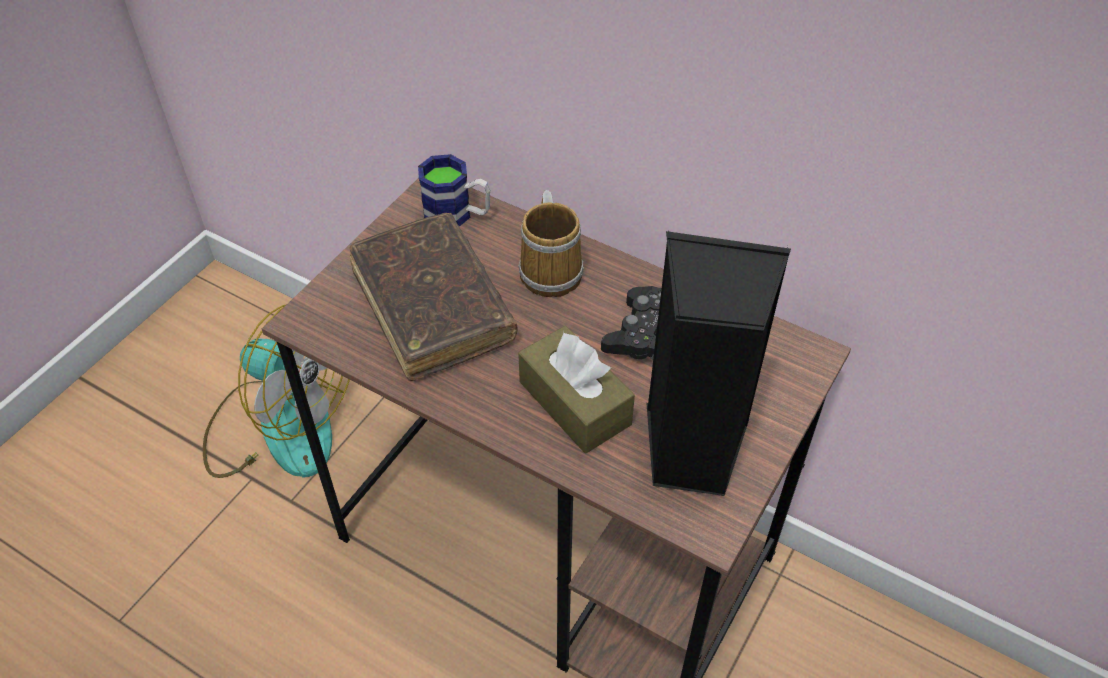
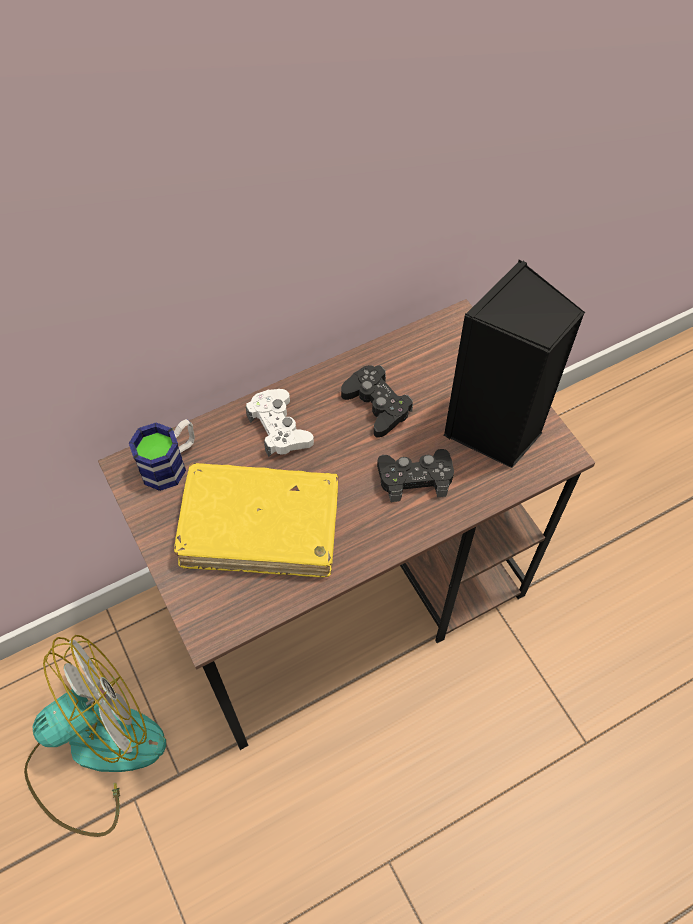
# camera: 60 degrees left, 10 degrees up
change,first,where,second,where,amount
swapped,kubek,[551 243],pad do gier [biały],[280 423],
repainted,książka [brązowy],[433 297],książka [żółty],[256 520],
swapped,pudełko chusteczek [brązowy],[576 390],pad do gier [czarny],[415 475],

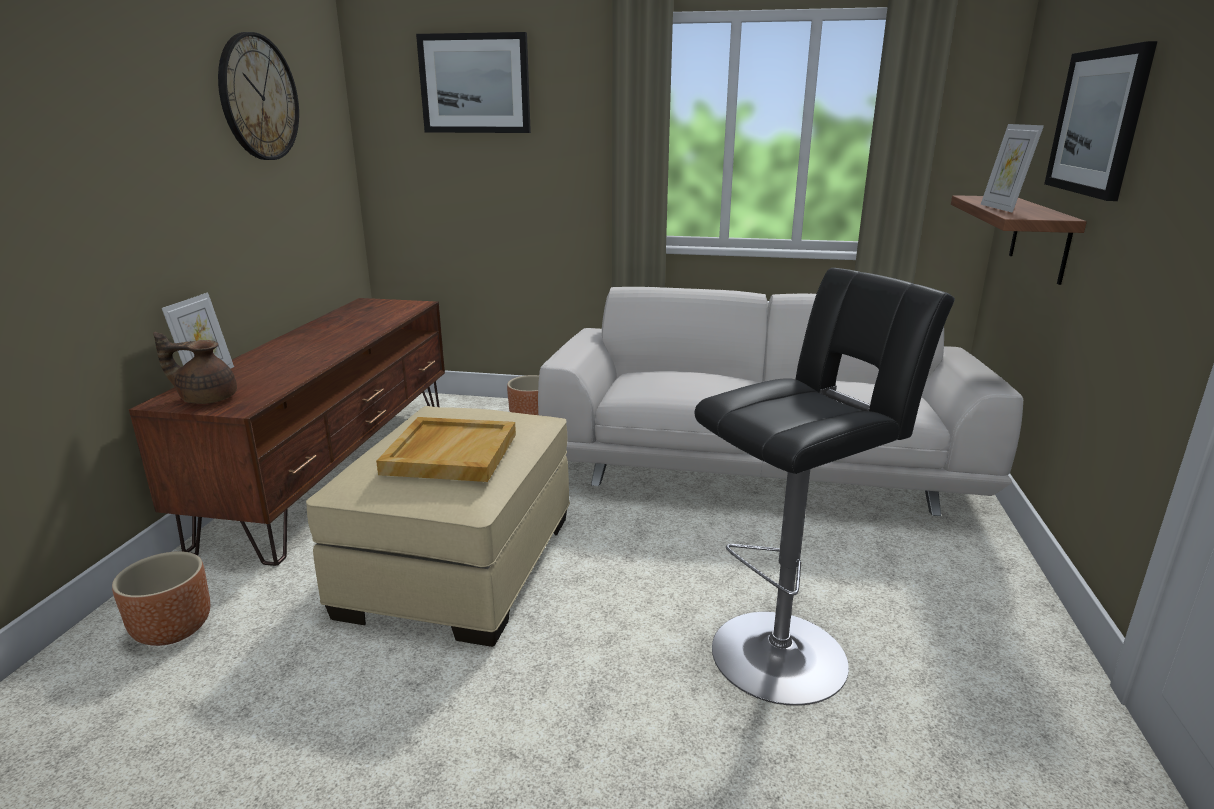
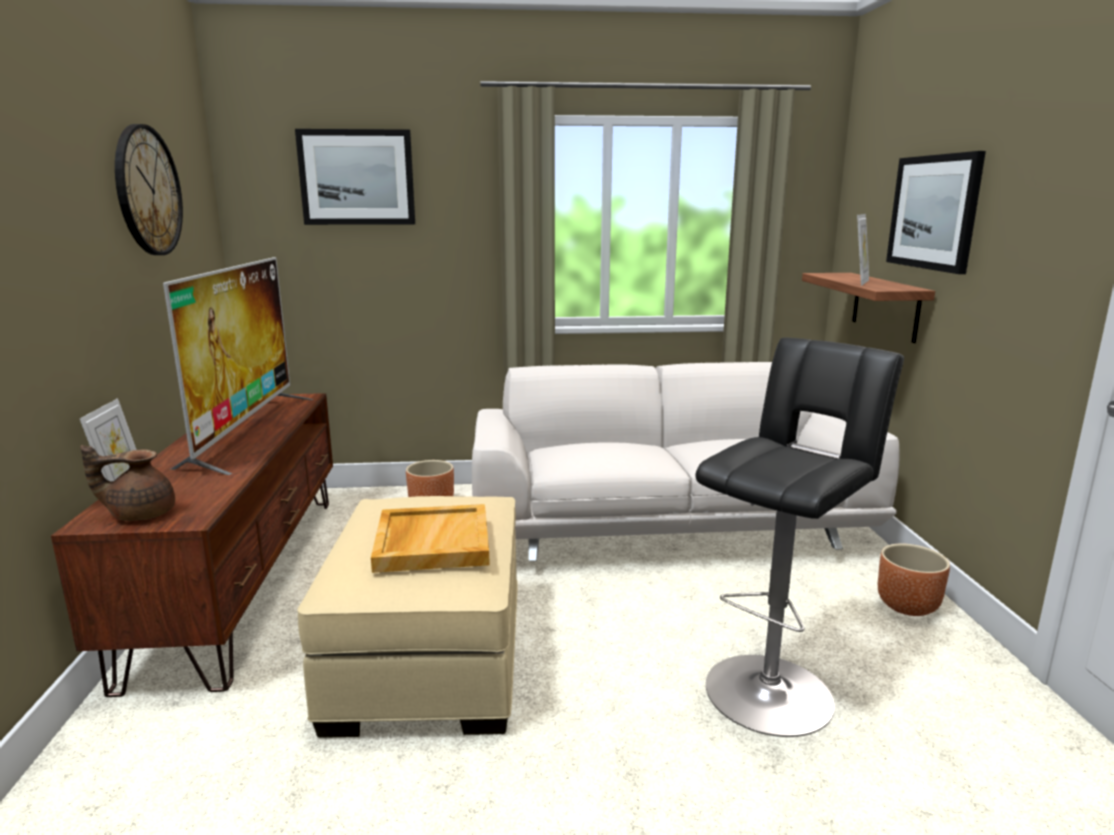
# camera: 15 degrees left, 5 degrees down
change,first,where,second,where,amount
rotated,ramka na zdjęcie,[1012 168],,[863 250],135 degrees counterclockwise
shifted,donica [brązowy],[161 598],,[914 580],
new,,,telewizor,[238 366],

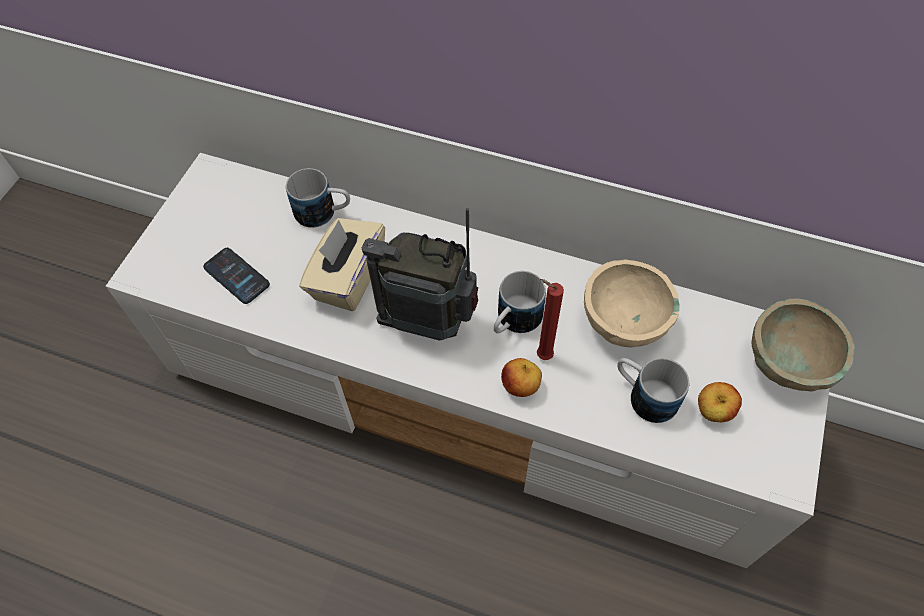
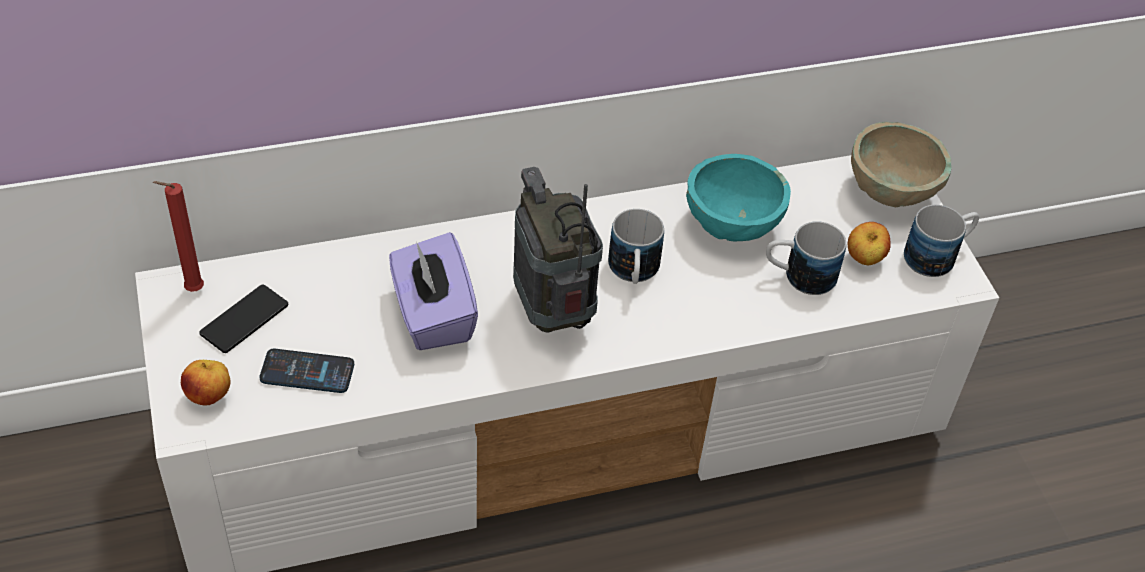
# camera: 40 degrees left, 10 degrees down
change,first,where,second,where,amount
shifted,kubek,[318 198],,[941 241],
rotated,radio,[420 274],,[558 250],90 degrees clockwise
repainted,pudełko chusteczek [beżowy],[342 264],pudełko chusteczek [fioletowy],[433 291],
repainted,miska [beżowy],[632 303],miska [turkusowy],[738 197],
shifted,świeca [czerwony],[550 319],,[178 236],
shifted,jabłko,[521 377],,[205 383],
new,,,telefon,[243 319],

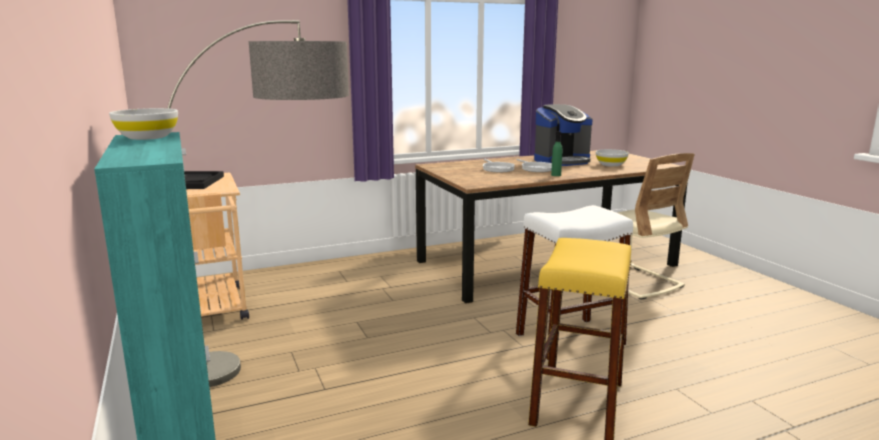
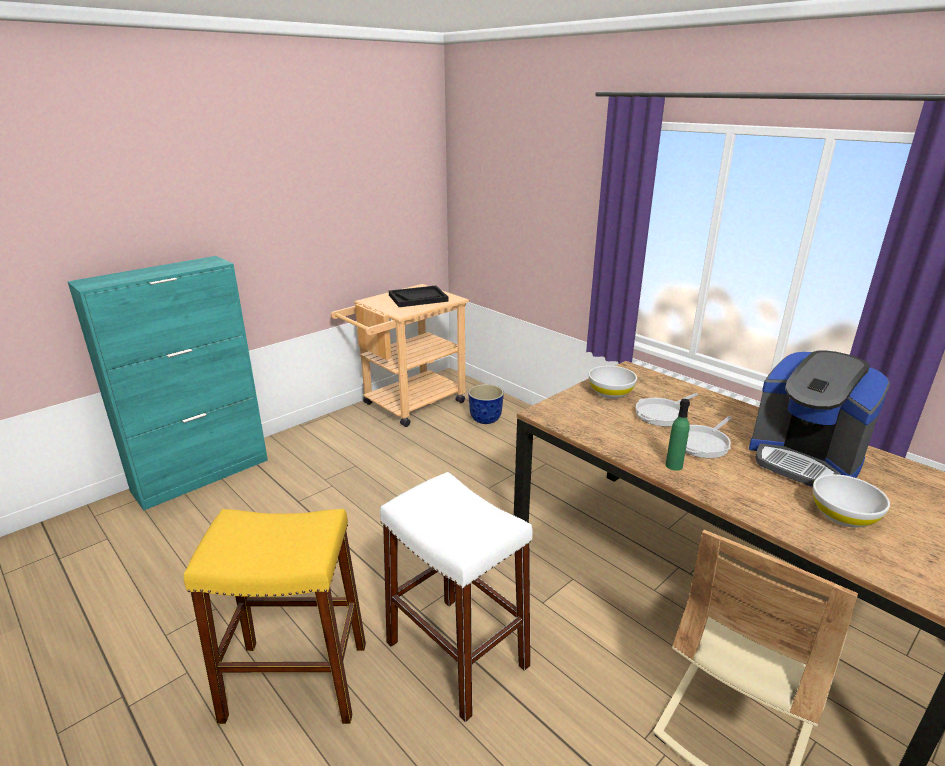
# camera: 70 degrees right, 10 degrees up
change,first,where,second,where,amount
gone,lampa stojąca,[258 203],,,
shifted,miska [biały],[143 124],,[613 382],
new,,,donica,[486 404],

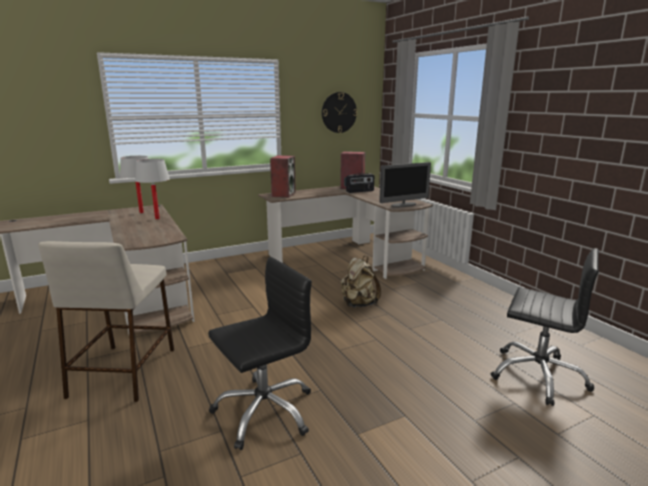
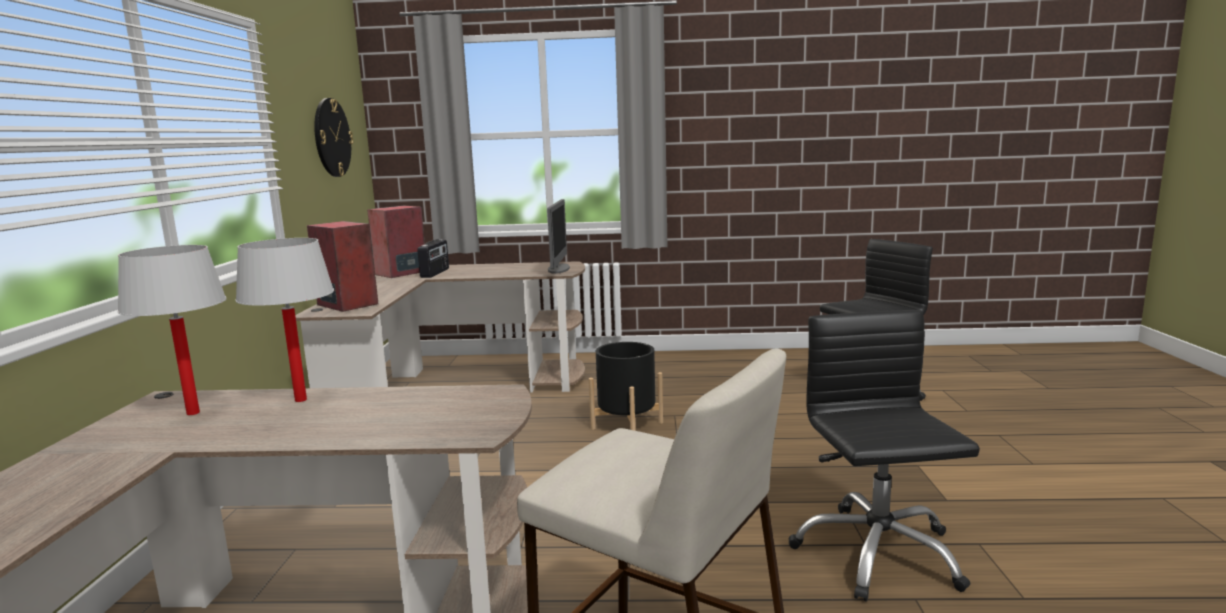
# camera: 60 degrees left, 5 degrees down
change,first,where,second,where,amount
swapped,plecak [beżowy],[361 282],donica [czarny],[626 386],

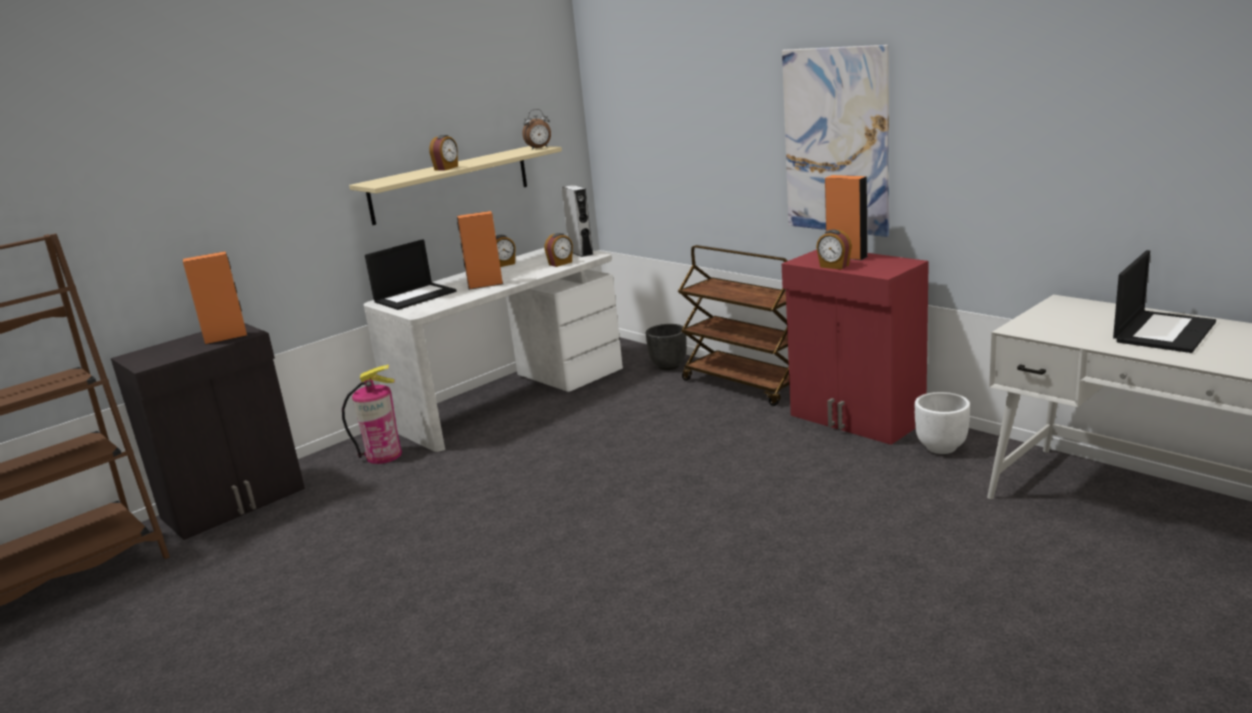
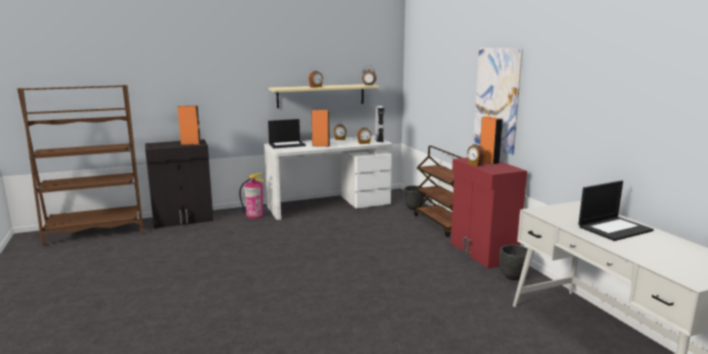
# camera: 20 degrees right, 5 degrees down
change,first,where,second,where,amount
repainted,donica [biały],[942 423],donica [czarny],[514 262],

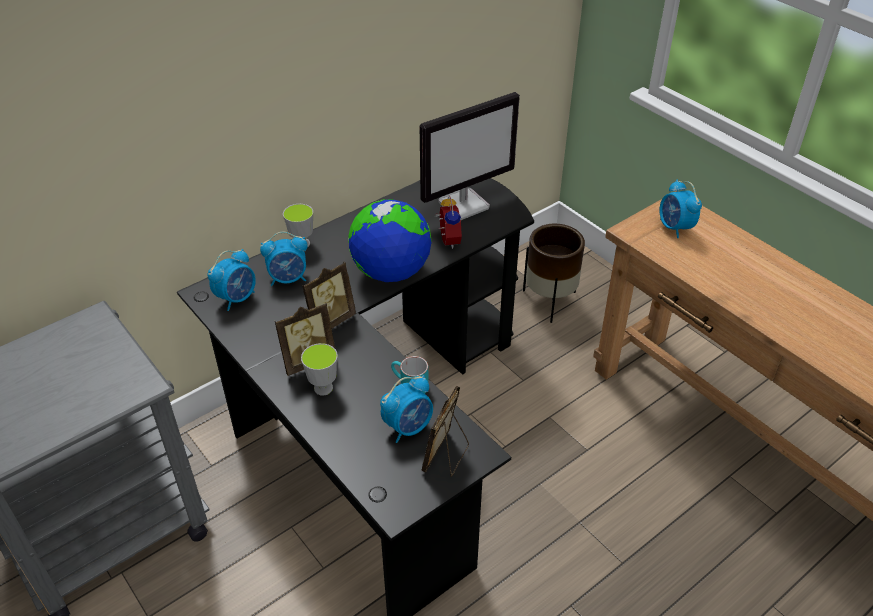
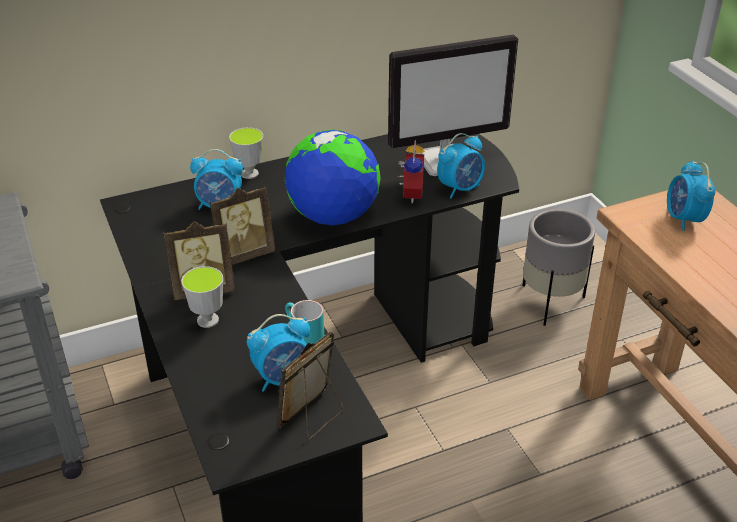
# camera: 15 degrees right, 5 degrees down
change,first,where,second,where,amount
repainted,donica [brązowy],[554 273],donica [szary],[559 267],
shifted,budzik,[232 280],,[461 166],

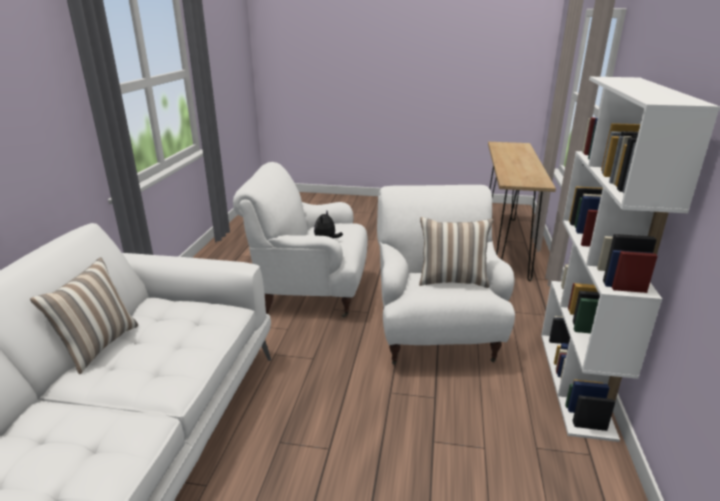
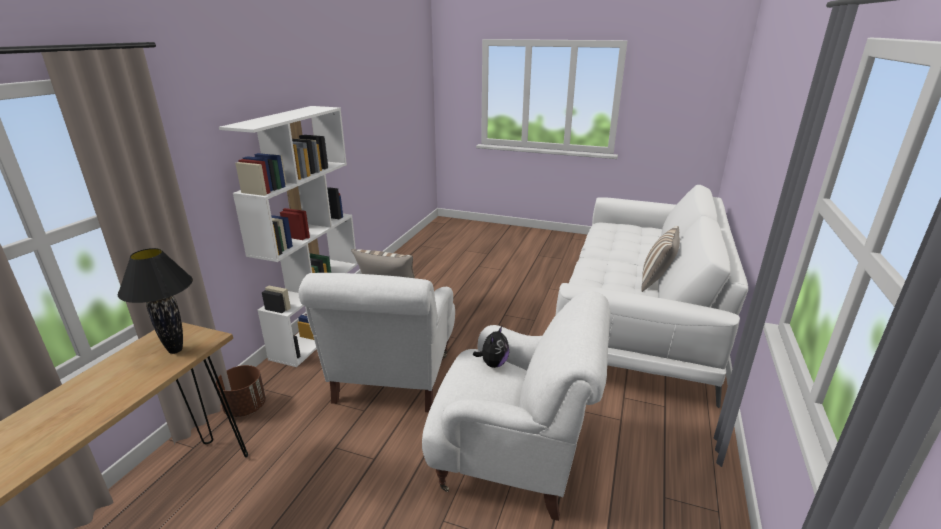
# camera: 170 degrees left, 0 degrees up
change,first,where,second,where,amount
new,,,lampa stołowa [czarny],[155 301],
new,,,donica [brązowy],[241 391],

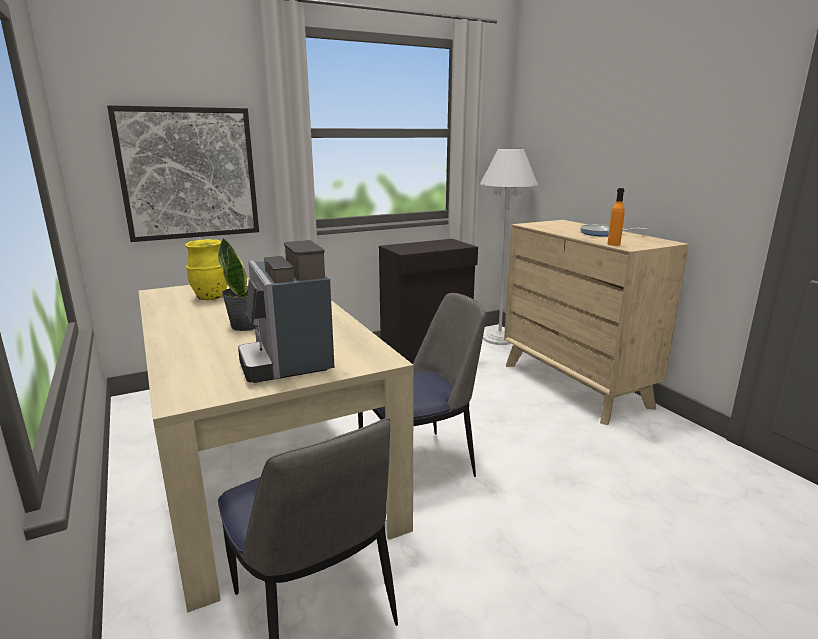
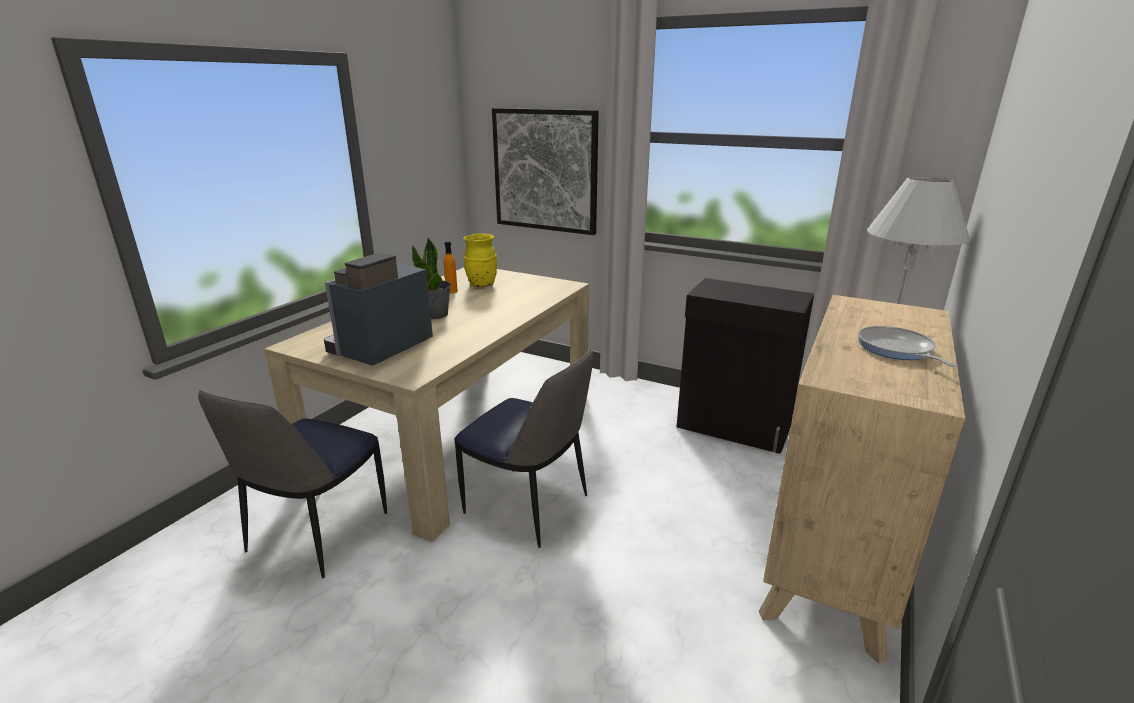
# camera: 55 degrees right, 5 degrees up
change,first,where,second,where,amount
shifted,butelka [pomarańczowy],[616 217],,[451 267],

